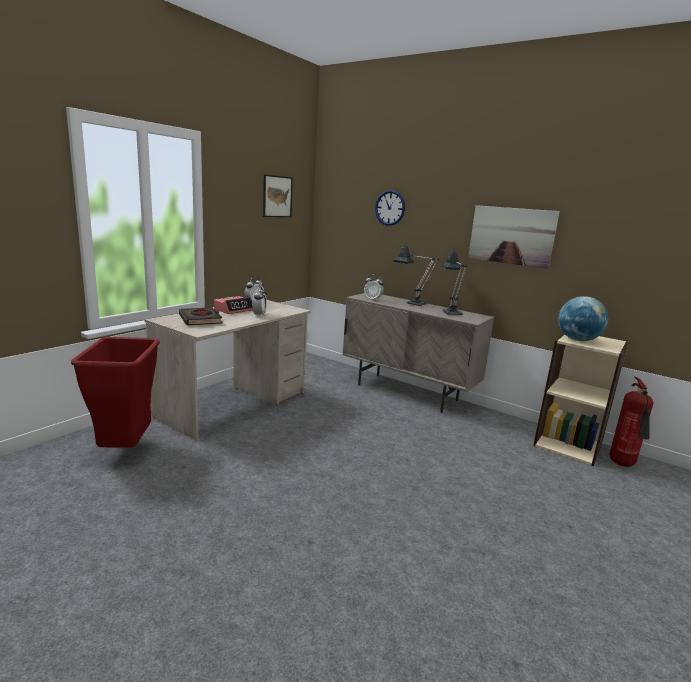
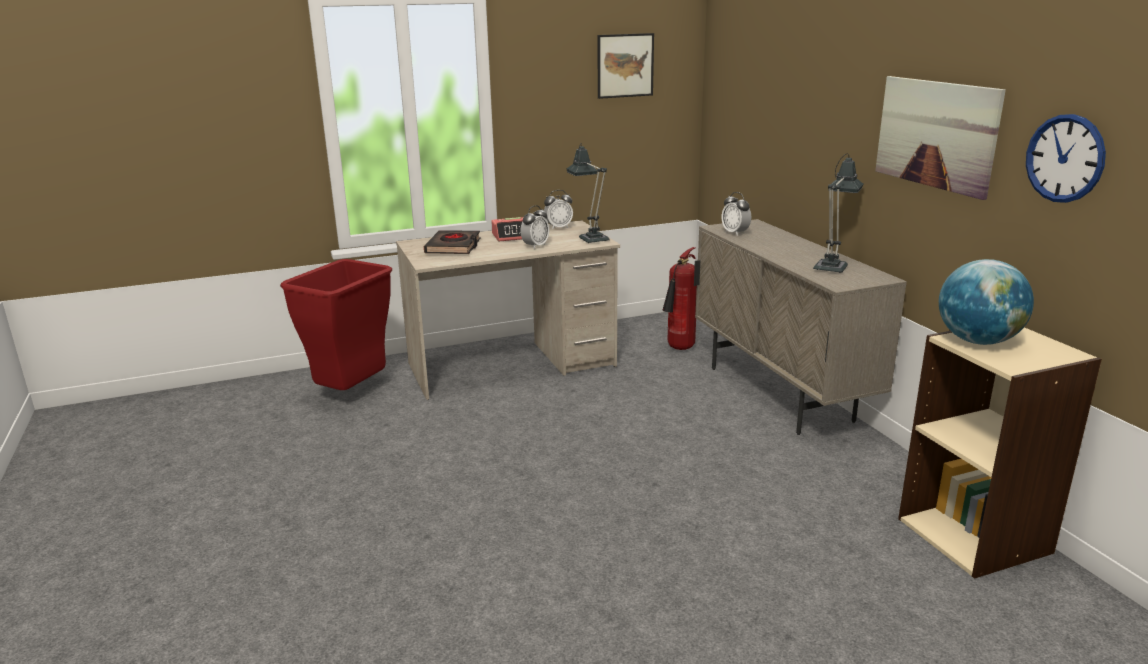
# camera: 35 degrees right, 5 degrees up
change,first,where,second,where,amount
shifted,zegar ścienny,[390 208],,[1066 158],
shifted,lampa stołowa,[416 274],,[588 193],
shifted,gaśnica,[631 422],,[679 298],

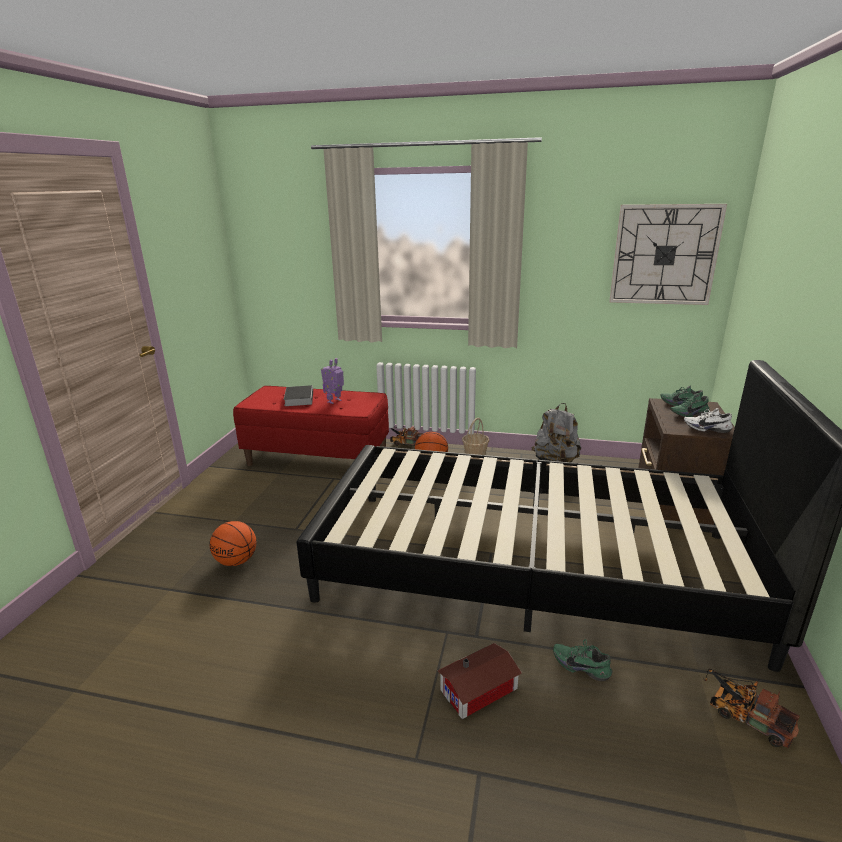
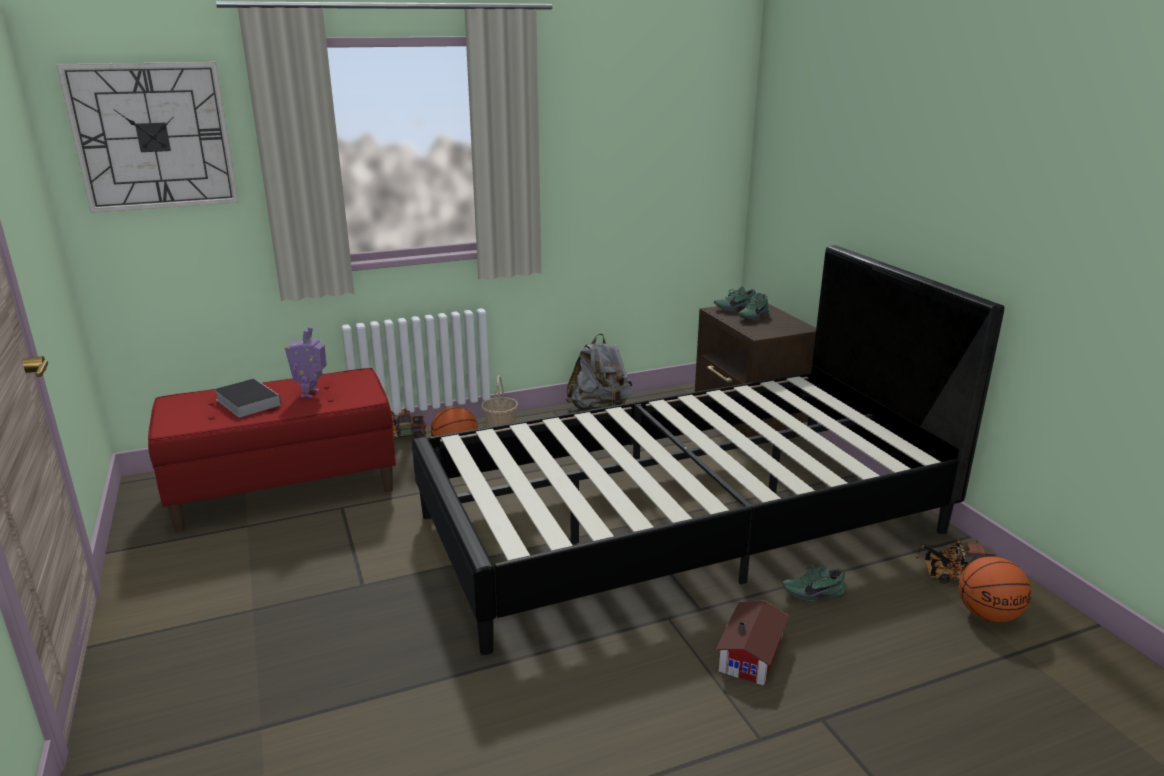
# camera: 35 degrees left, 0 degrees up
change,first,where,second,where,amount
shifted,zegar ścienny,[668 254],,[147 137],
gone,but [biały],[708 420],,,
shifted,piłka do koszykówki,[232 543],,[995 589],

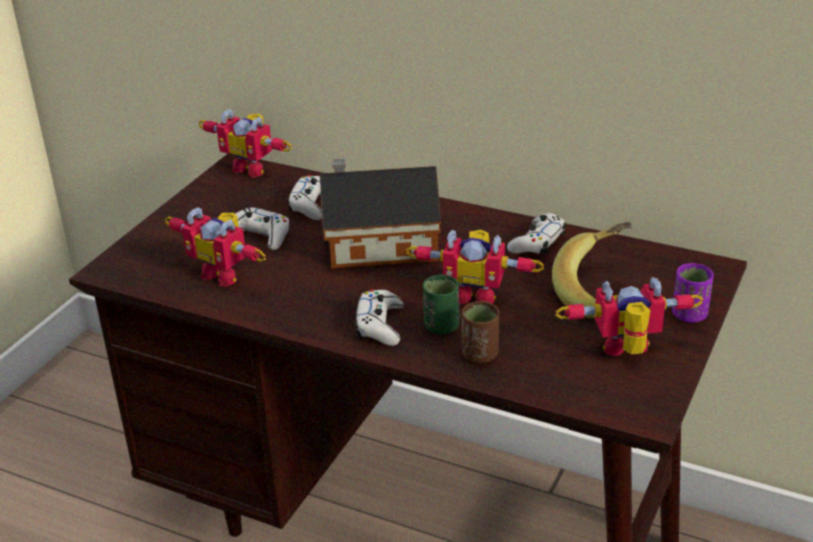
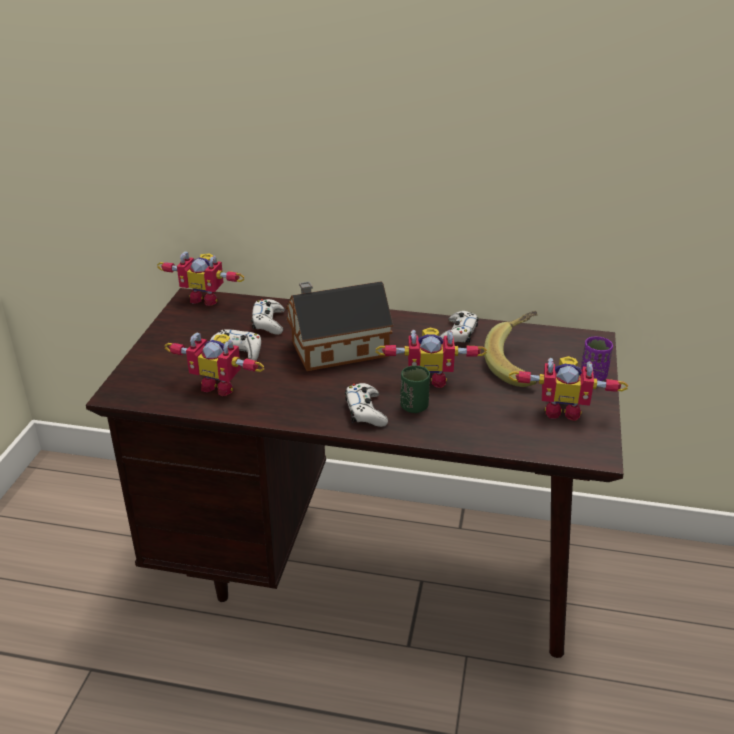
# camera: 15 degrees left, 0 degrees up
change,first,where,second,where,amount
rotated,robot zabawkowy,[629 316],,[568 388],150 degrees counterclockwise
gone,filiżanka [brązowy],[481 332],,,

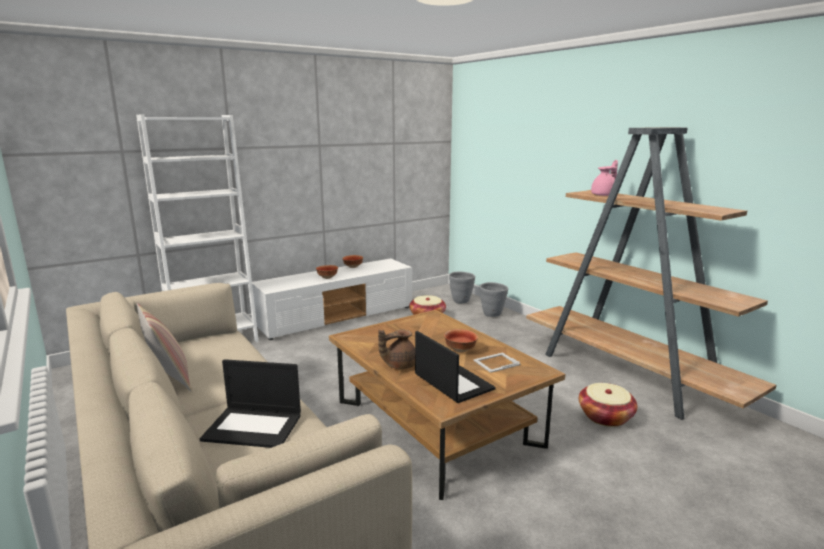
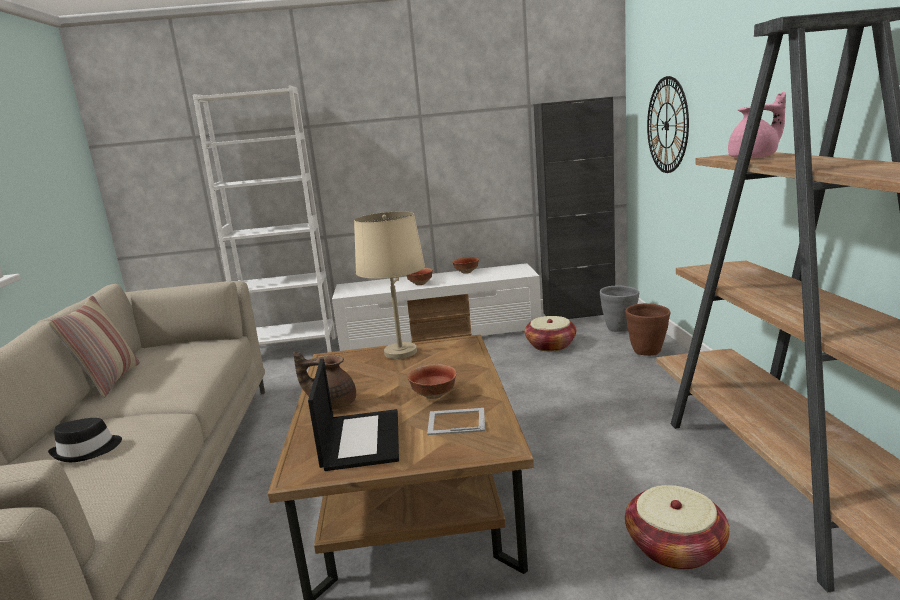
# camera: 30 degrees right, 0 degrees up
change,first,where,second,where,amount
repainted,donica [szary],[494 299],donica [brązowy],[647 329],
swapped,laptop,[250 403],kapelusz [czarny],[85 440],
new,,,zegar ścienny,[668 124],
new,,,szafka [czarny],[574 208],
new,,,lampa stołowa [beżowy],[389 285],

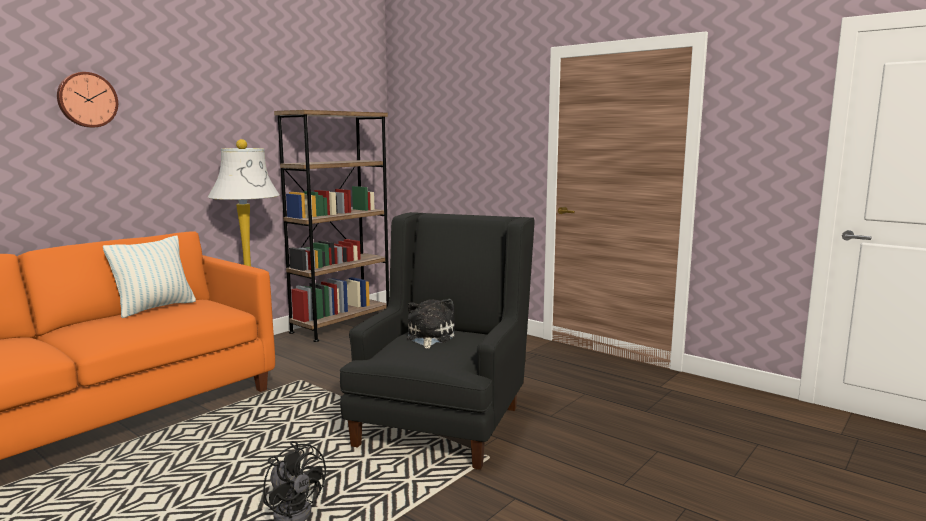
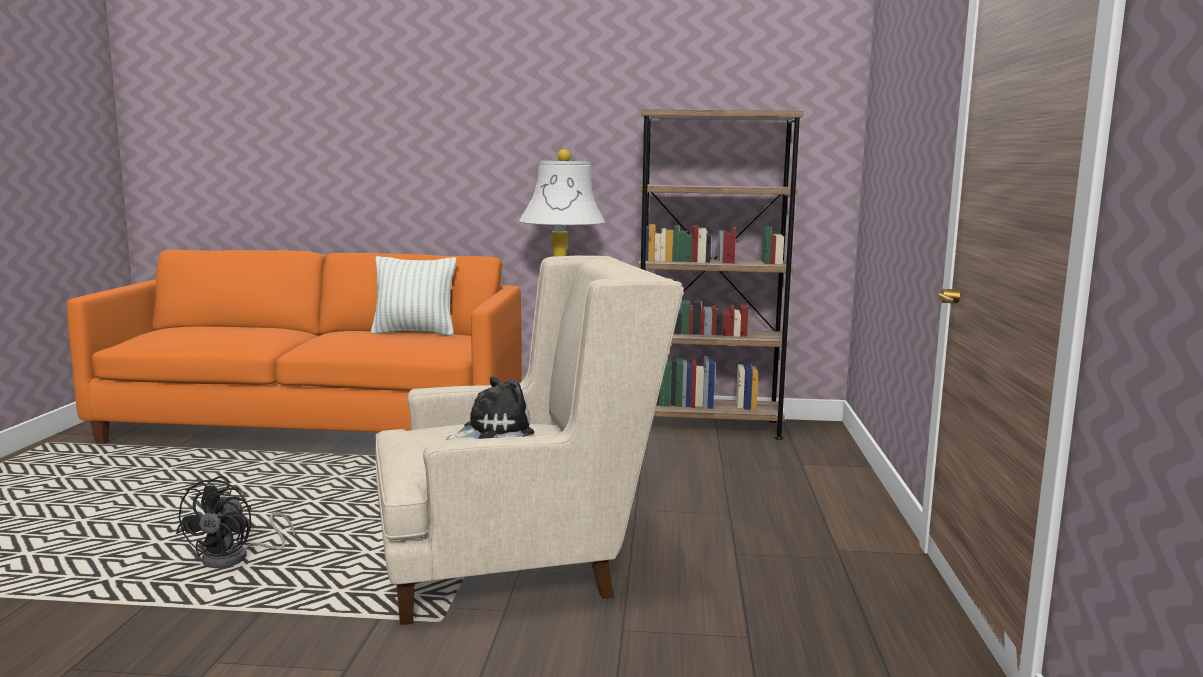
# camera: 55 degrees right, 0 degrees up
change,first,where,second,where,amount
gone,zegar ścienny,[87 100],,,
repainted,fotel [czarny],[437 341],fotel [beżowy],[529 440],

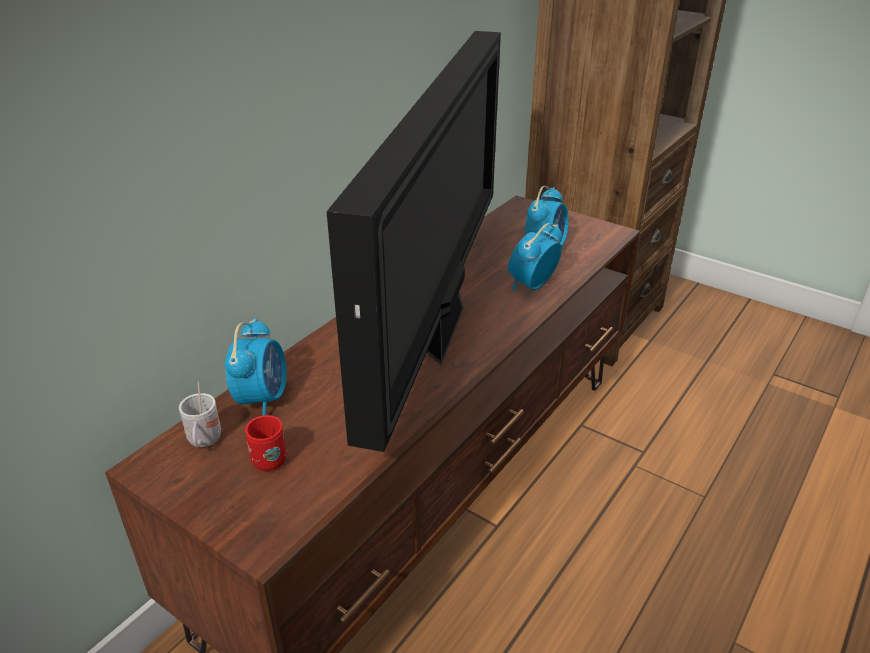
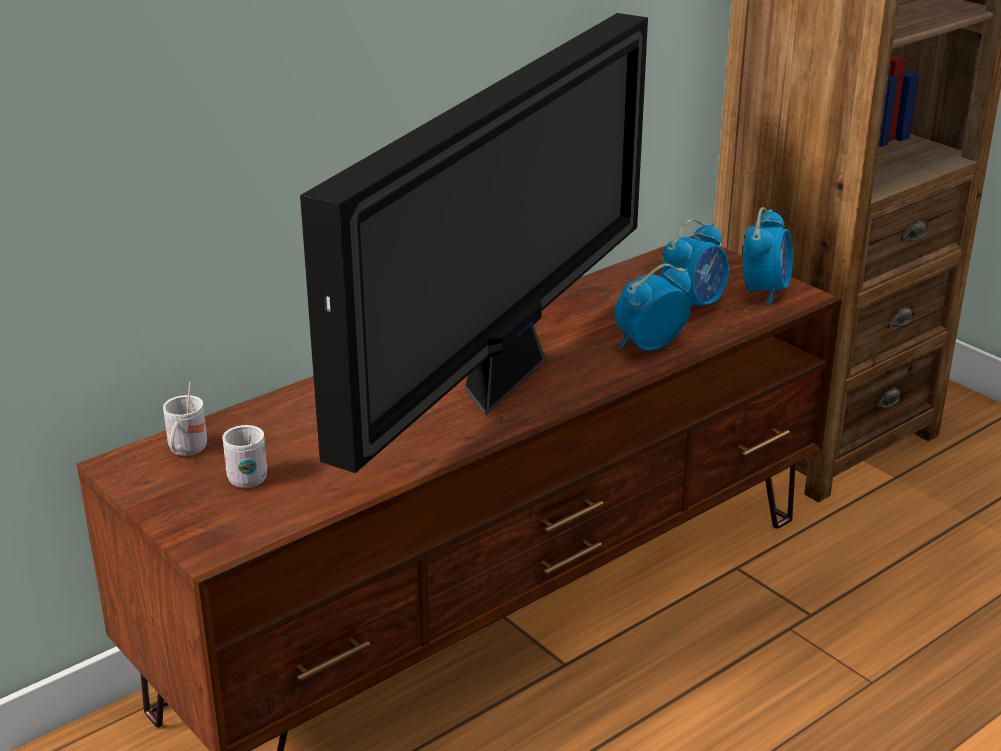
# camera: 15 degrees right, 5 degrees down
change,first,where,second,where,amount
shifted,budzik,[256 366],,[768 256],
repainted,kubek [czerwony],[265 443],kubek [biały],[244 456],

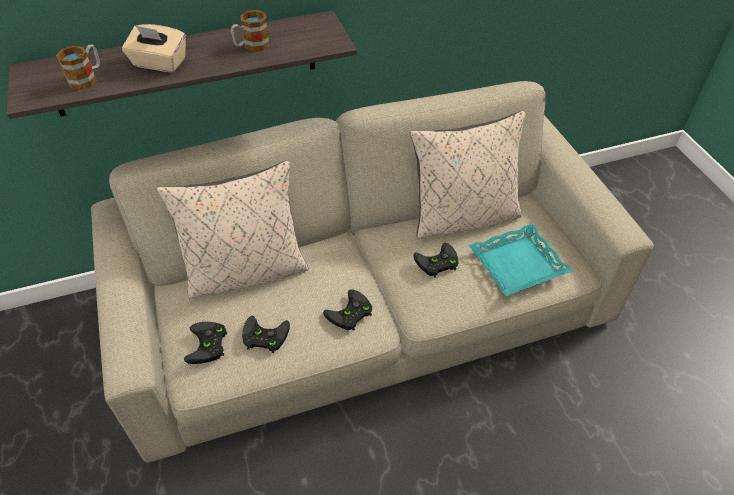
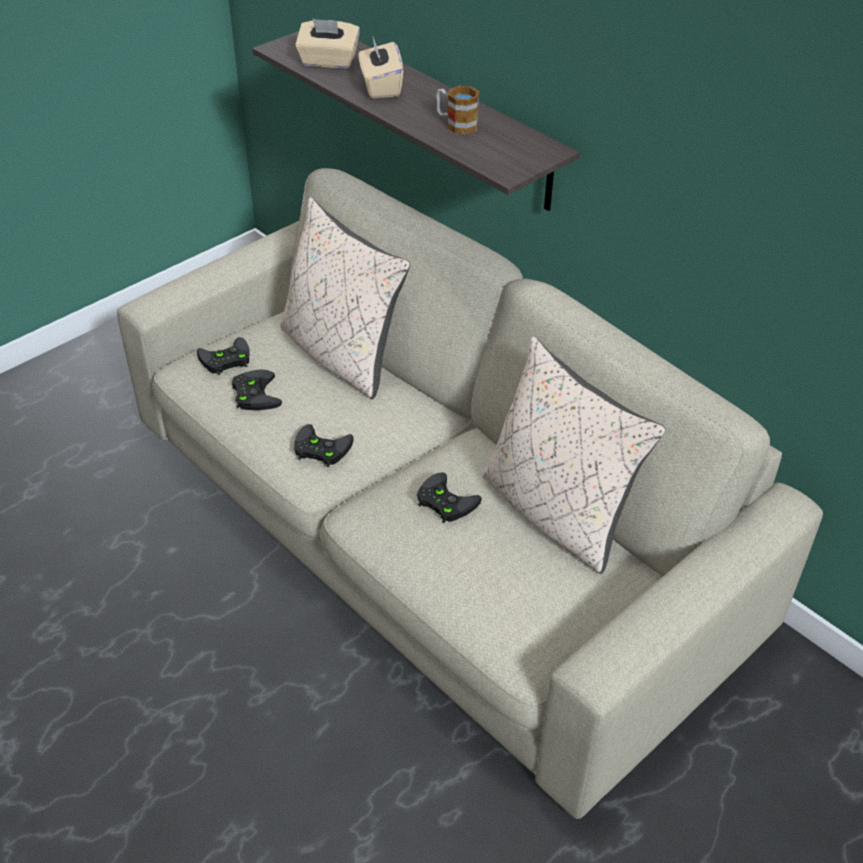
# camera: 65 degrees right, 5 degrees down
change,first,where,second,where,amount
swapped,kubek,[78 67],pudełko chusteczek [beżowy],[327 43],
gone,taca [turkusowy],[520 259],,,

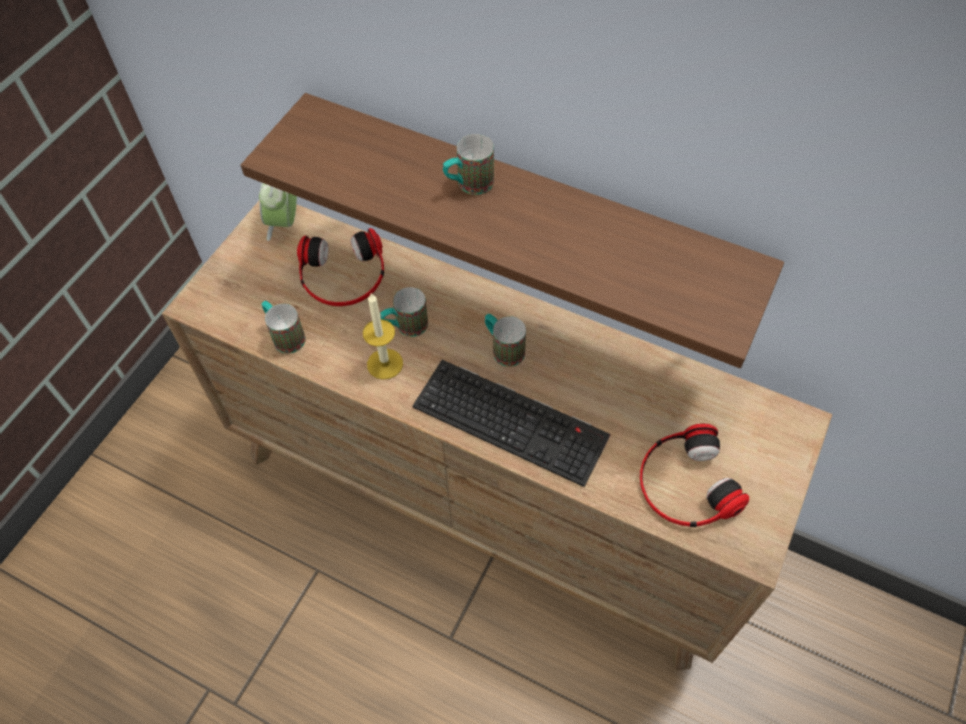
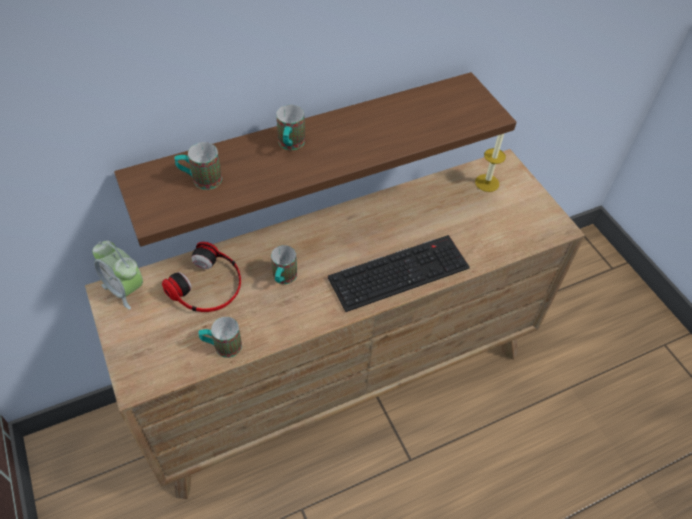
# camera: 55 degrees left, 5 degrees down
change,first,where,second,where,amount
shifted,świeca,[383 336],,[490 163],
shifted,kubek,[505 340],,[198 166],
gone,słuchawki,[694 475],,,

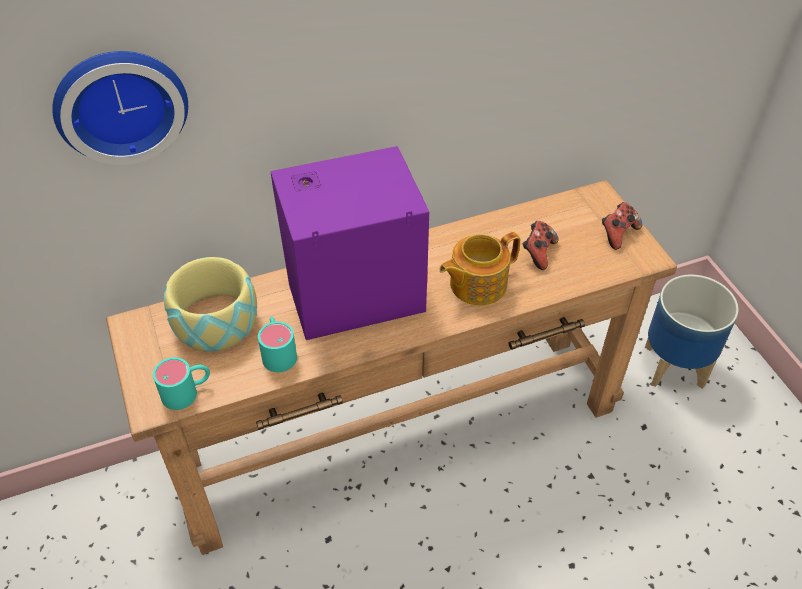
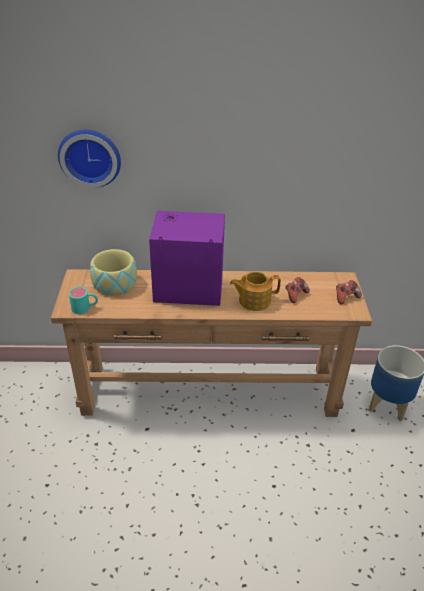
# camera: 20 degrees right, 10 degrees down
change,first,where,second,where,amount
gone,kubek [turkusowy],[277 344],,,

